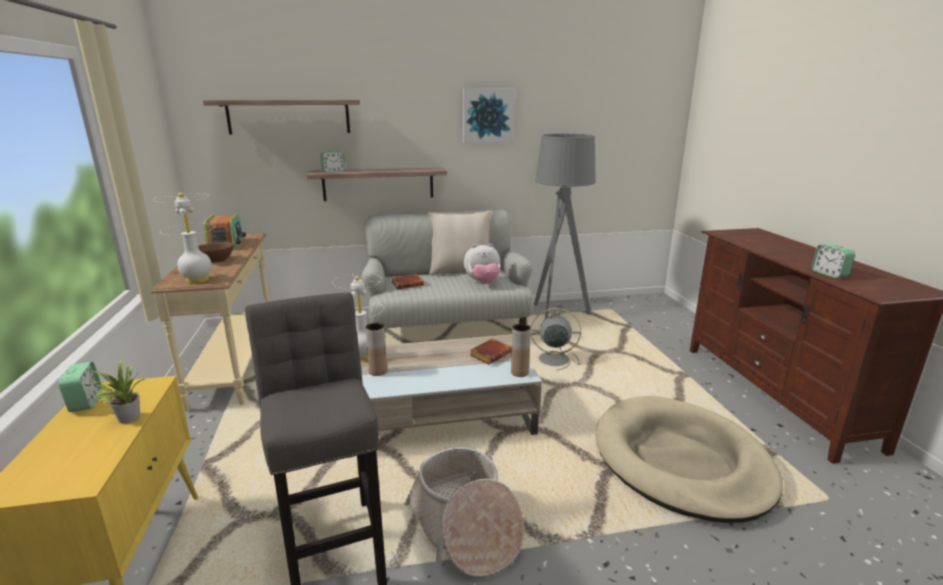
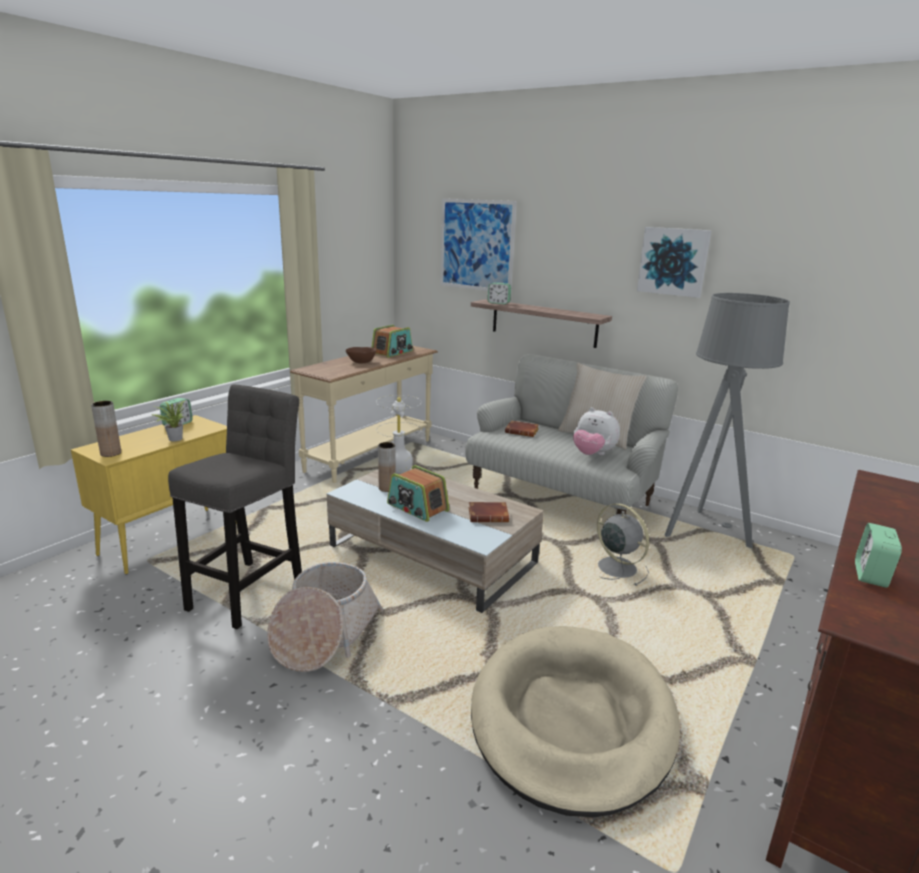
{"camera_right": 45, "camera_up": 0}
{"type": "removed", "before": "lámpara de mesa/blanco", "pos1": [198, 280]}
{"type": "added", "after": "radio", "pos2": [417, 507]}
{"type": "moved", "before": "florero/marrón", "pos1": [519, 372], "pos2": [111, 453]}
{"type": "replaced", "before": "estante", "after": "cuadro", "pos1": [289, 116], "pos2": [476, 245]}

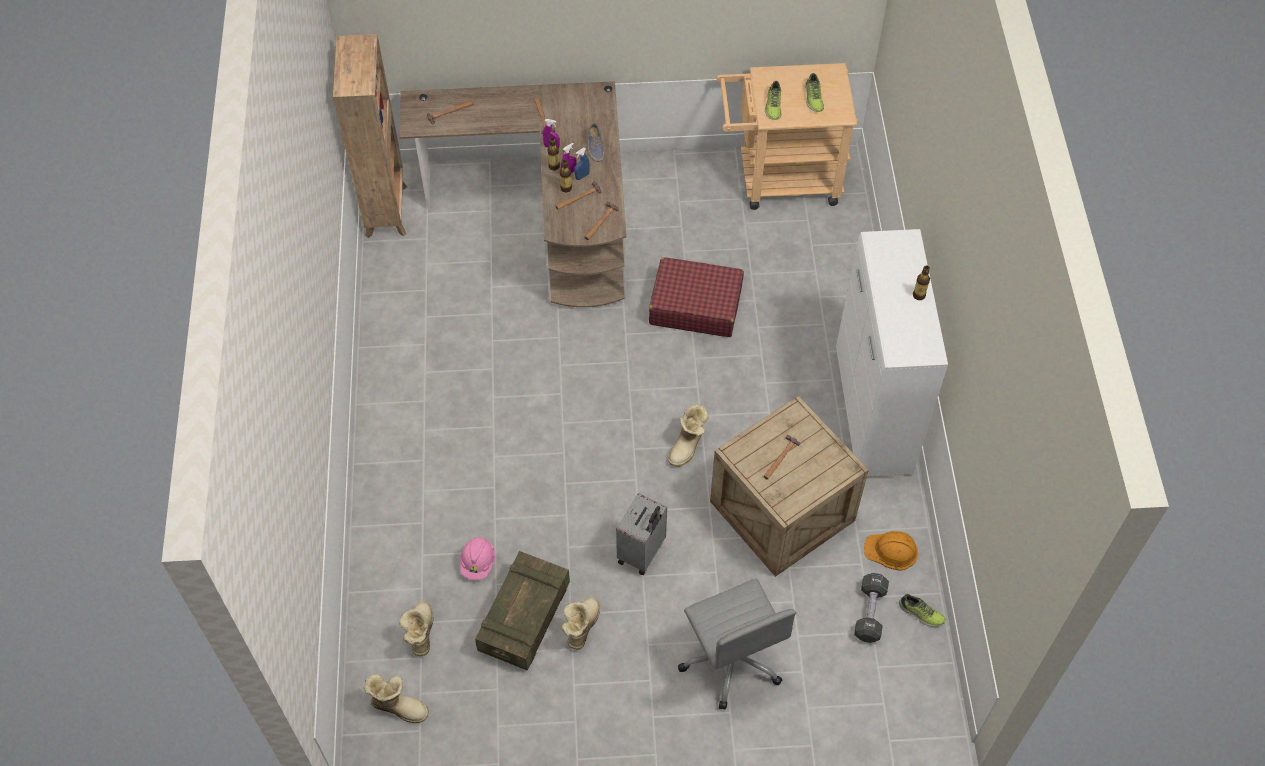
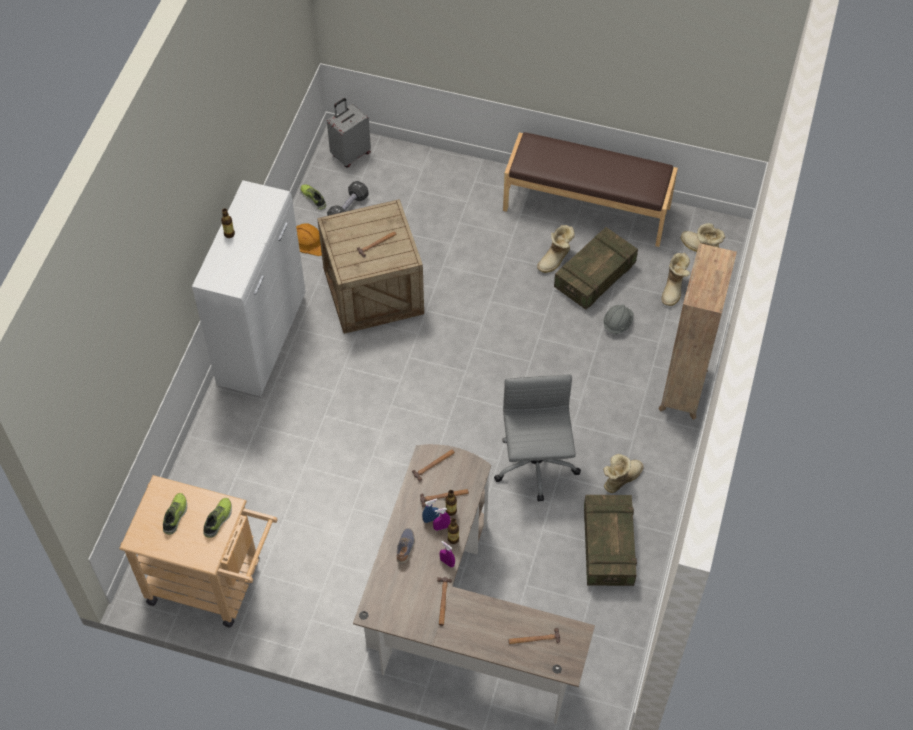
{"camera_right": -160, "camera_up": 0}
{"type": "removed", "before": "maleta/rojo", "pos1": [695, 305]}
{"type": "added", "after": "banco/marrón", "pos2": [587, 207]}
{"type": "added", "after": "caja de embalaje", "pos2": [608, 547]}
{"type": "moved", "before": "estantería/marrón", "pos1": [387, 209], "pos2": [682, 391]}
{"type": "moved", "before": "maleta/gris", "pos1": [642, 553], "pos2": [350, 154]}
{"type": "moved", "before": "bota", "pos1": [688, 446], "pos2": [620, 478]}
{"type": "moved", "before": "silla de oficina/gris", "pos1": [732, 659], "pos2": [535, 467]}
{"type": "recoloured", "before": "casco/rosa", "after": "casco/gris", "pos1": [478, 563], "pos2": [617, 323]}

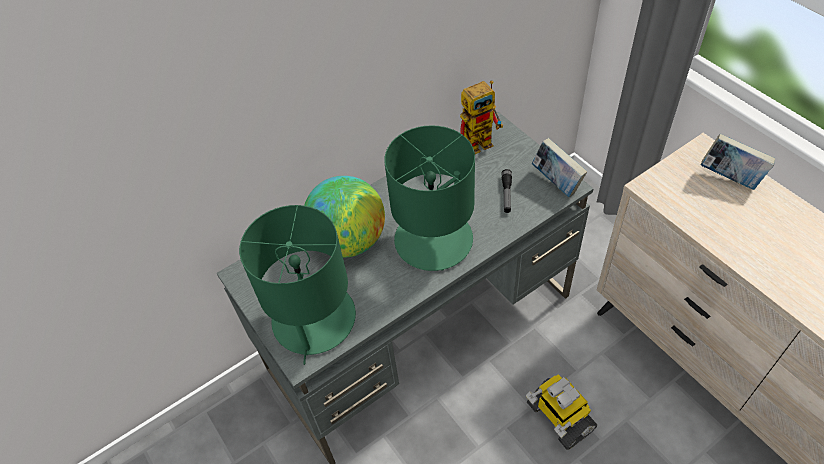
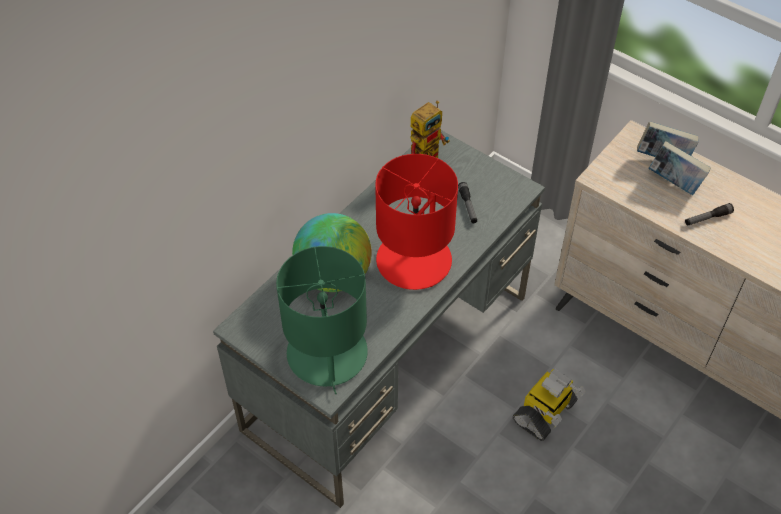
{"camera_right": -20, "camera_up": 0}
{"type": "added", "after": "linterna", "pos2": [707, 218]}
{"type": "moved", "before": "libro", "pos1": [556, 182], "pos2": [674, 183]}
{"type": "recoloured", "before": "lámpara de mesa/verde", "after": "lámpara de mesa/rojo", "pos1": [434, 239], "pos2": [414, 260]}
{"type": "turned", "before": "robot de juguete", "pos1": [559, 417], "pos2": [545, 413], "turn": -90}

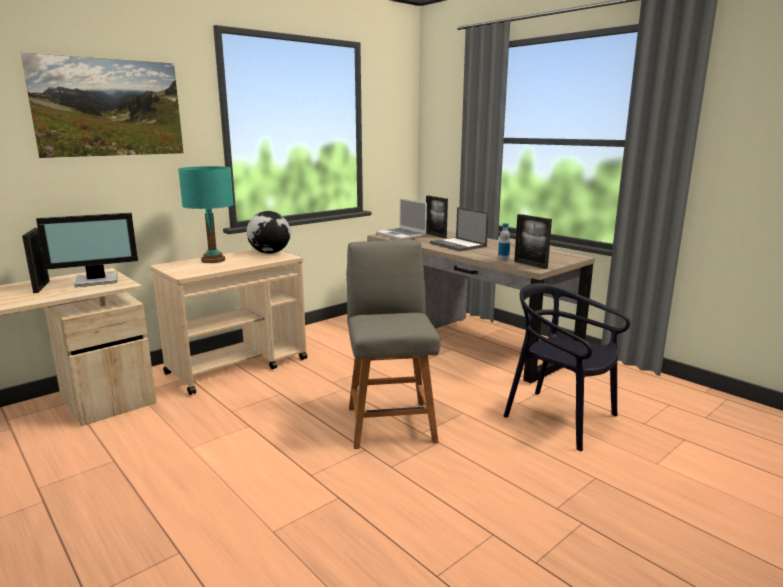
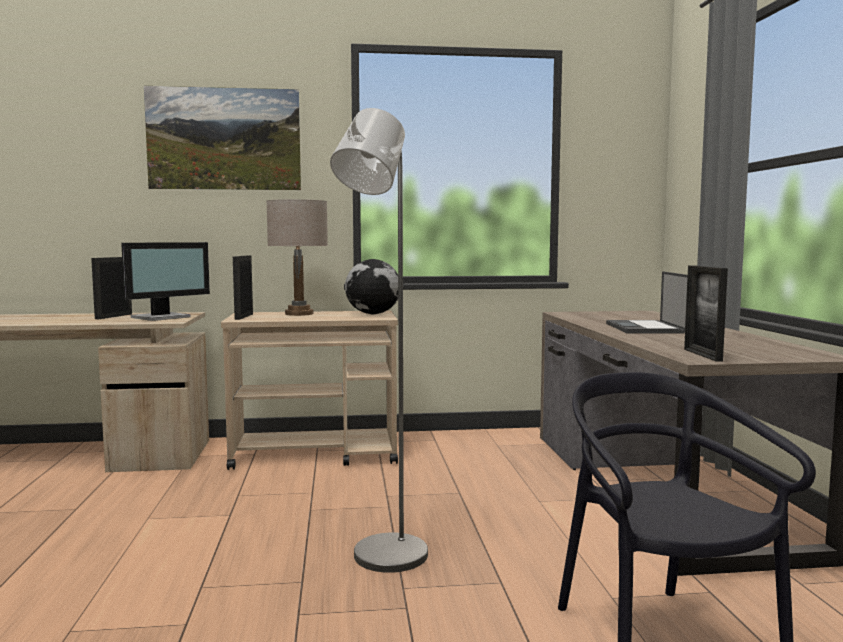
{"camera_right": 35, "camera_up": -10}
{"type": "removed", "before": "portátil", "pos1": [402, 235]}
{"type": "removed", "before": "botella", "pos1": [503, 259]}
{"type": "moved", "before": "portarretratos", "pos1": [435, 235], "pos2": [244, 316]}
{"type": "replaced", "before": "silla/gris", "after": "lámpara de pie/gris", "pos1": [390, 422], "pos2": [383, 561]}
{"type": "recoloured", "before": "lámpara de mesa/turquesa", "after": "lámpara de mesa/beis", "pos1": [213, 260], "pos2": [299, 314]}
{"type": "turned", "before": "monitor", "pos1": [97, 281], "pos2": [162, 317], "turn": -60}

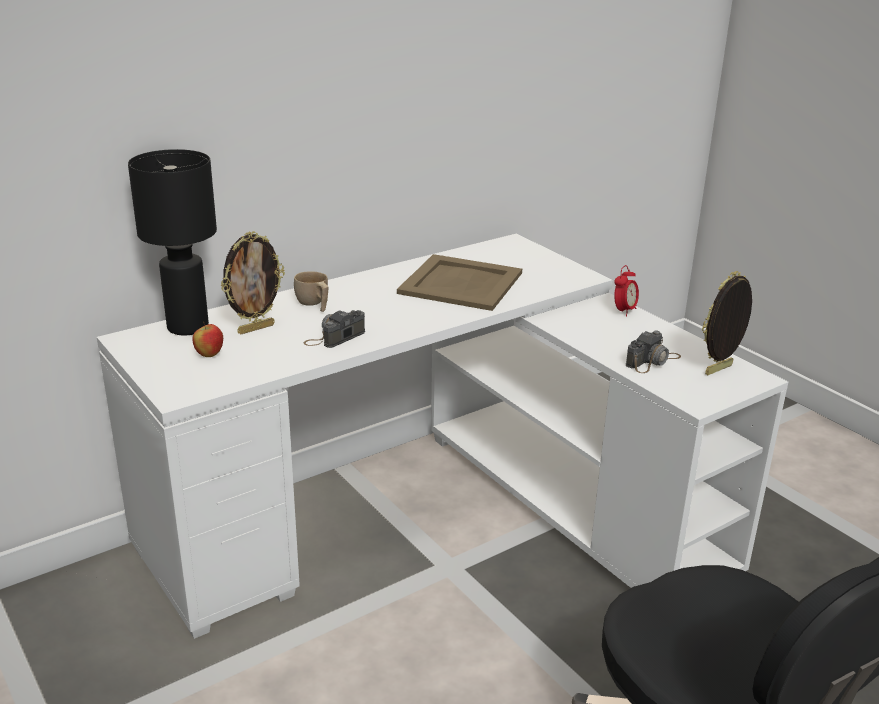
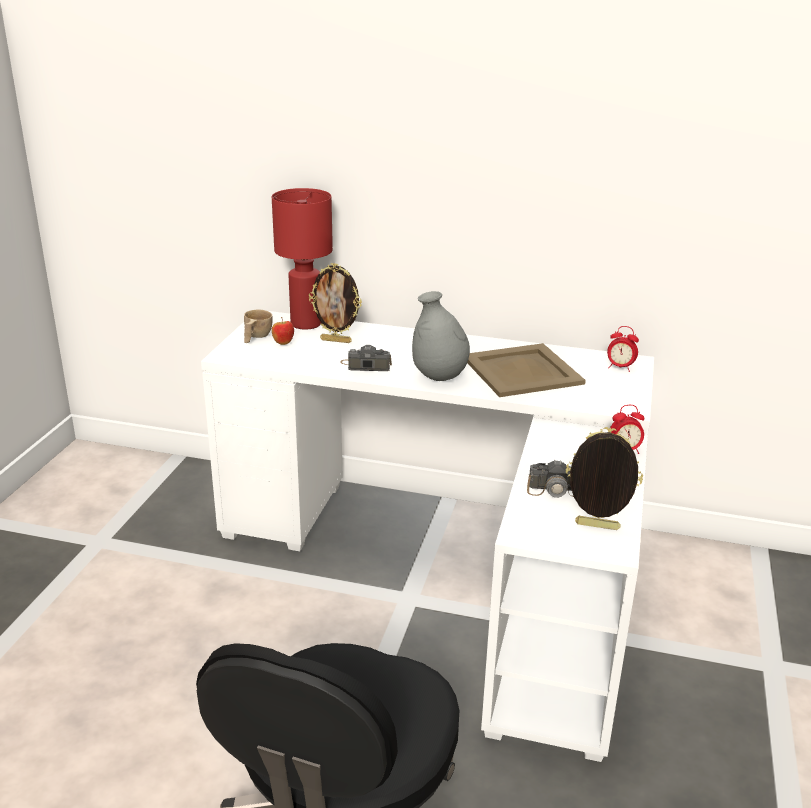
{"camera_right": 50, "camera_up": 0}
{"type": "added", "after": "florero/gris", "pos2": [439, 377]}
{"type": "added", "after": "despertador", "pos2": [620, 368]}
{"type": "moved", "before": "taza/beis", "pos1": [314, 305], "pos2": [255, 337]}
{"type": "recoloured", "before": "lámpara de mesa/negro", "after": "lámpara de mesa/rojo", "pos1": [189, 327], "pos2": [306, 324]}

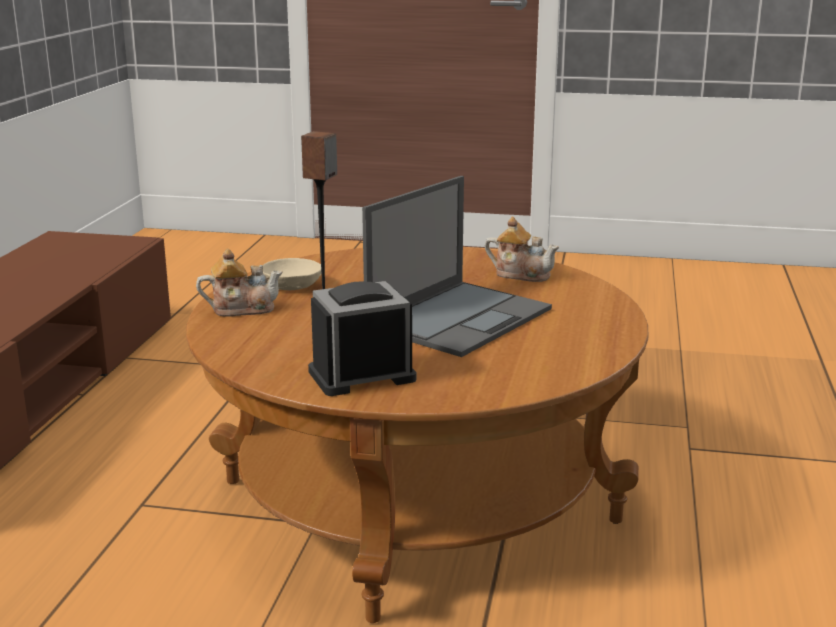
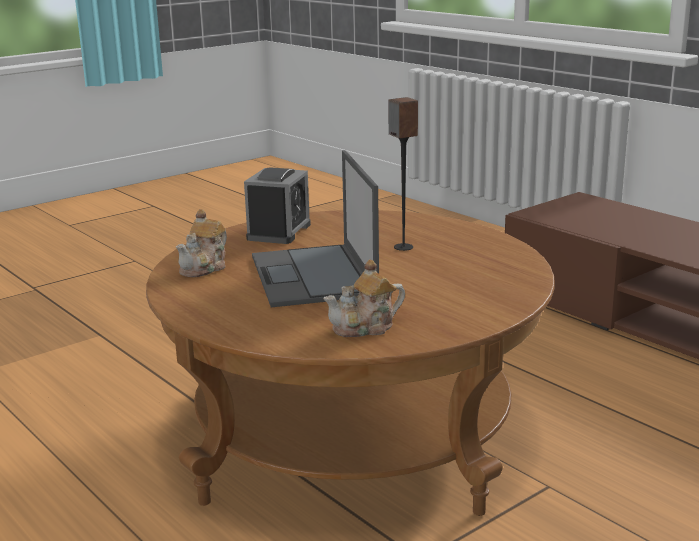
{"camera_right": 130, "camera_up": 0}
{"type": "removed", "before": "cuenco/beis", "pos1": [294, 285]}
{"type": "moved", "before": "tetera", "pos1": [241, 309], "pos2": [205, 268]}

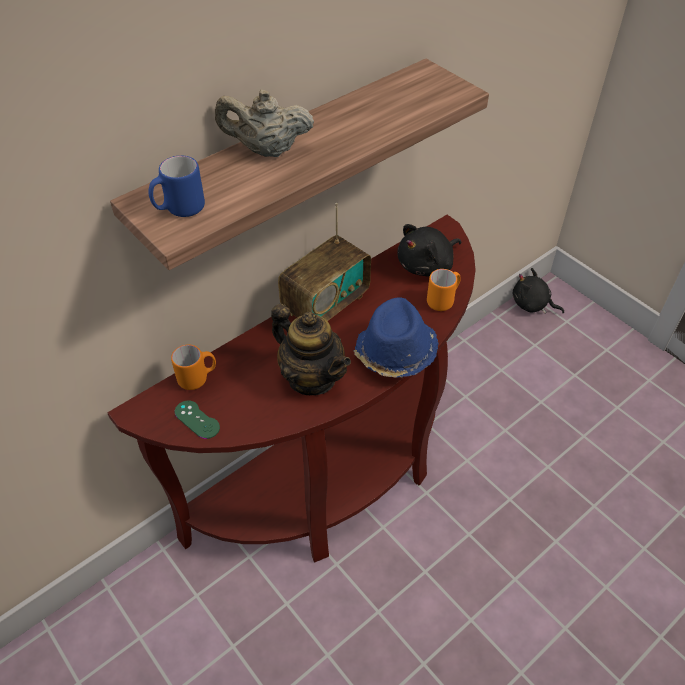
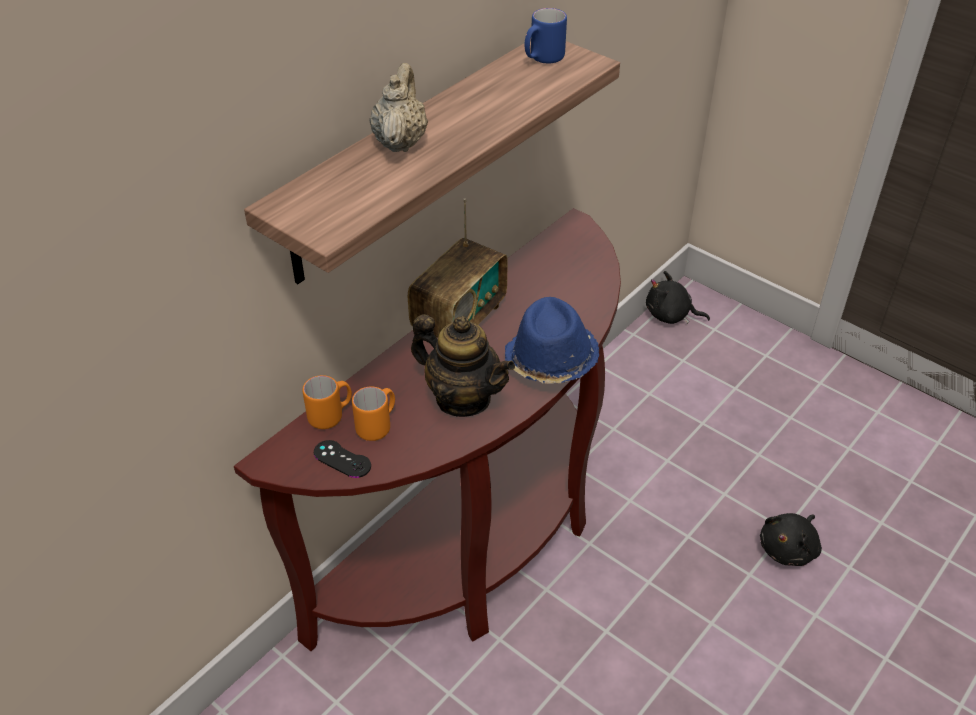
{"camera_right": -10, "camera_up": -5}
{"type": "moved", "before": "taza grande/azul", "pos1": [179, 209], "pos2": [542, 59]}
{"type": "moved", "before": "peluche/negro", "pos1": [427, 265], "pos2": [789, 549]}
{"type": "moved", "before": "taza grande/naranja", "pos1": [443, 300], "pos2": [378, 425]}
{"type": "recoloured", "before": "mando de consola/verde", "after": "mando de consola/negro", "pos1": [197, 419], "pos2": [342, 459]}
{"type": "turned", "before": "tetera/beis", "pos1": [267, 150], "pos2": [400, 141], "turn": 105}

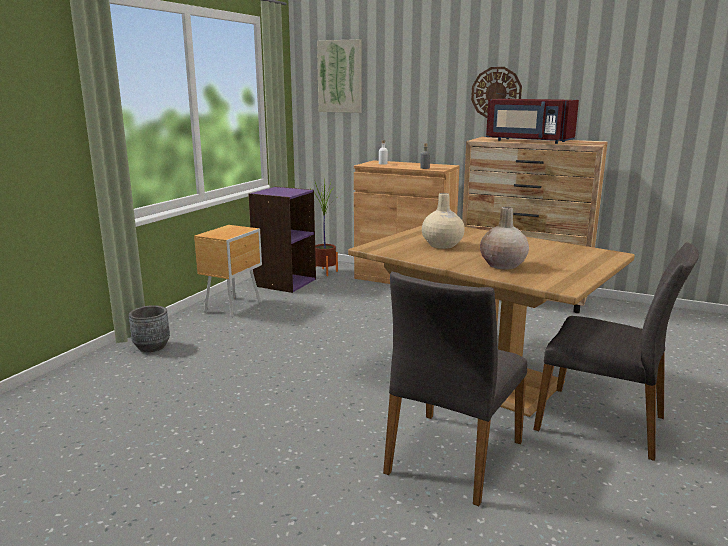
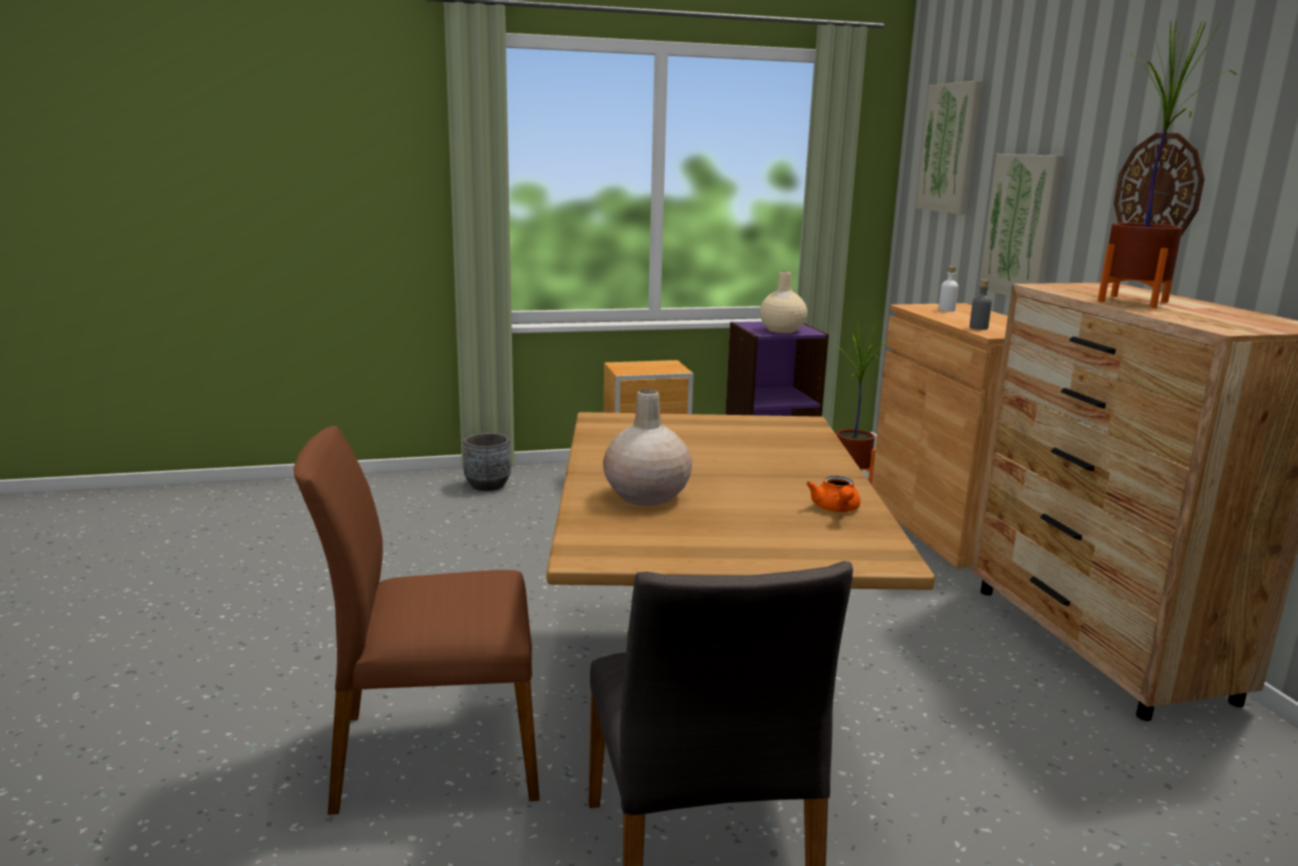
{"camera_right": 50, "camera_up": 0}
{"type": "added", "after": "tetera/naranja", "pos2": [836, 509]}
{"type": "added", "after": "cuadro", "pos2": [1022, 226]}
{"type": "moved", "before": "florero/beis", "pos1": [442, 245], "pos2": [781, 330]}
{"type": "replaced", "before": "microondas/rojo", "after": "planta en maceta", "pos1": [528, 141], "pos2": [1133, 302]}
{"type": "recoloured", "before": "silla/gris", "after": "silla/marrón", "pos1": [452, 457], "pos2": [435, 752]}

